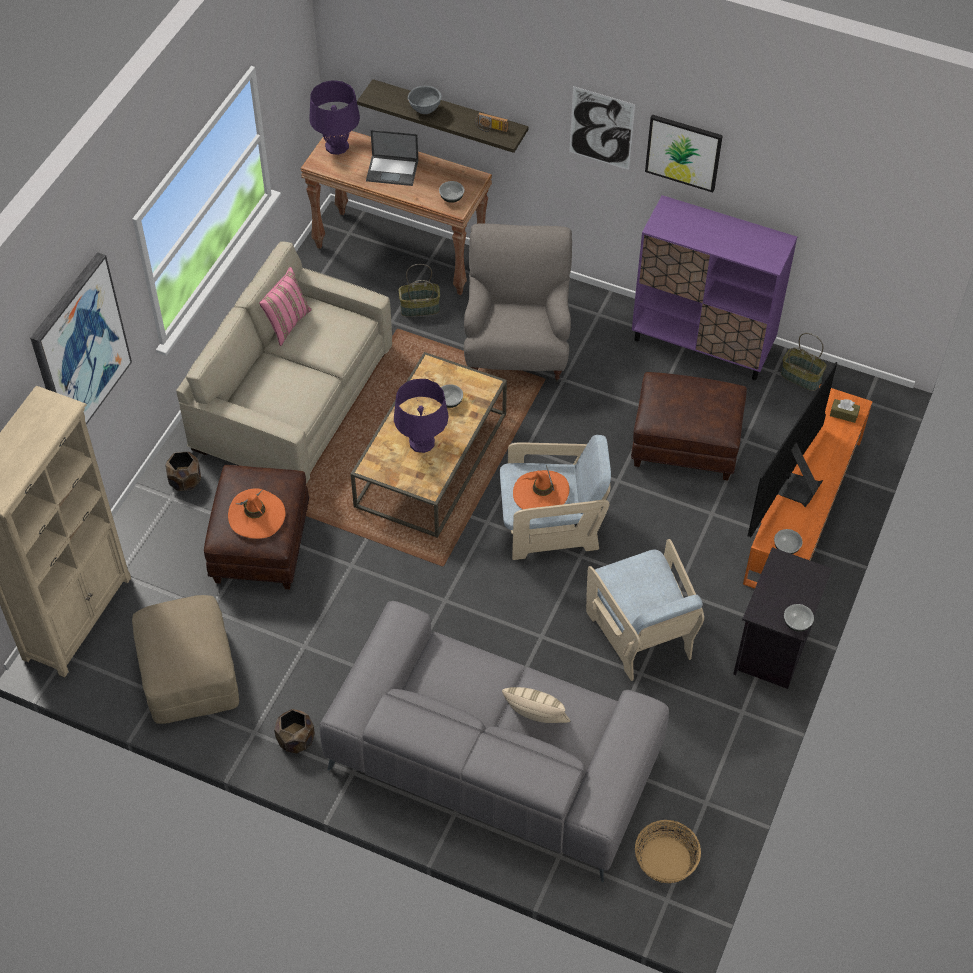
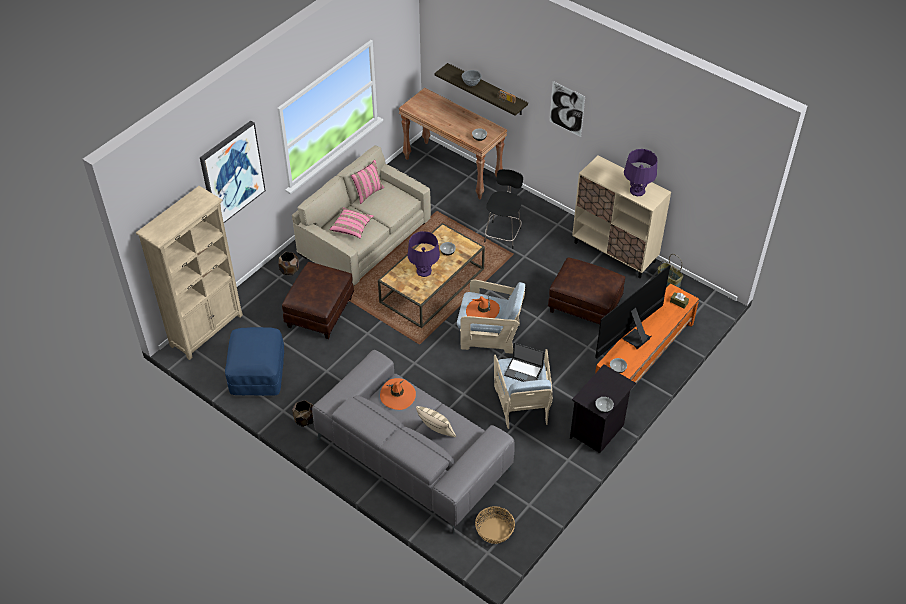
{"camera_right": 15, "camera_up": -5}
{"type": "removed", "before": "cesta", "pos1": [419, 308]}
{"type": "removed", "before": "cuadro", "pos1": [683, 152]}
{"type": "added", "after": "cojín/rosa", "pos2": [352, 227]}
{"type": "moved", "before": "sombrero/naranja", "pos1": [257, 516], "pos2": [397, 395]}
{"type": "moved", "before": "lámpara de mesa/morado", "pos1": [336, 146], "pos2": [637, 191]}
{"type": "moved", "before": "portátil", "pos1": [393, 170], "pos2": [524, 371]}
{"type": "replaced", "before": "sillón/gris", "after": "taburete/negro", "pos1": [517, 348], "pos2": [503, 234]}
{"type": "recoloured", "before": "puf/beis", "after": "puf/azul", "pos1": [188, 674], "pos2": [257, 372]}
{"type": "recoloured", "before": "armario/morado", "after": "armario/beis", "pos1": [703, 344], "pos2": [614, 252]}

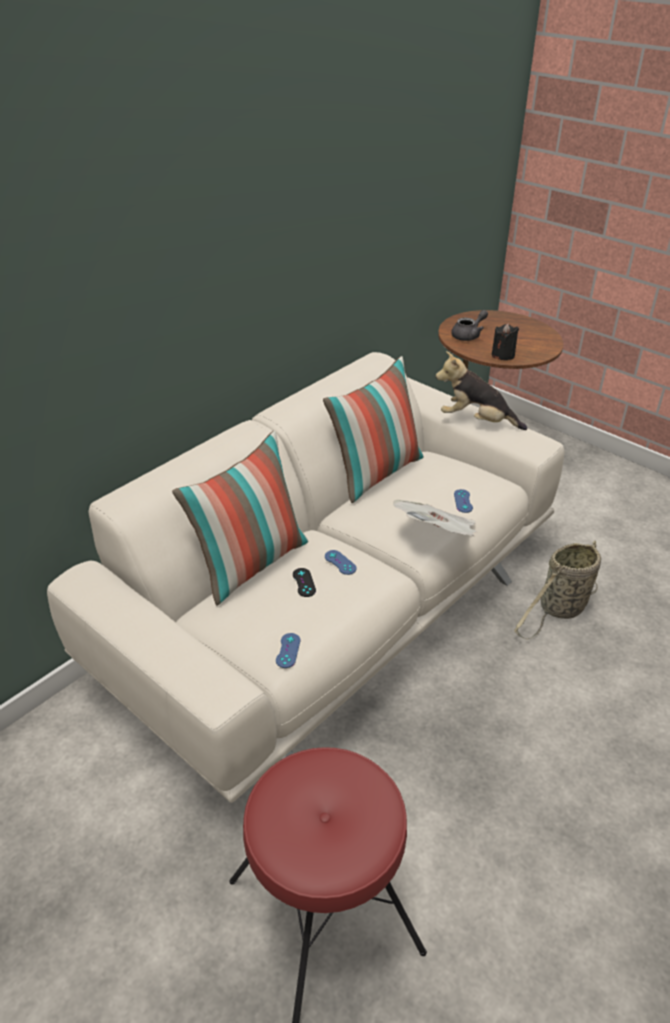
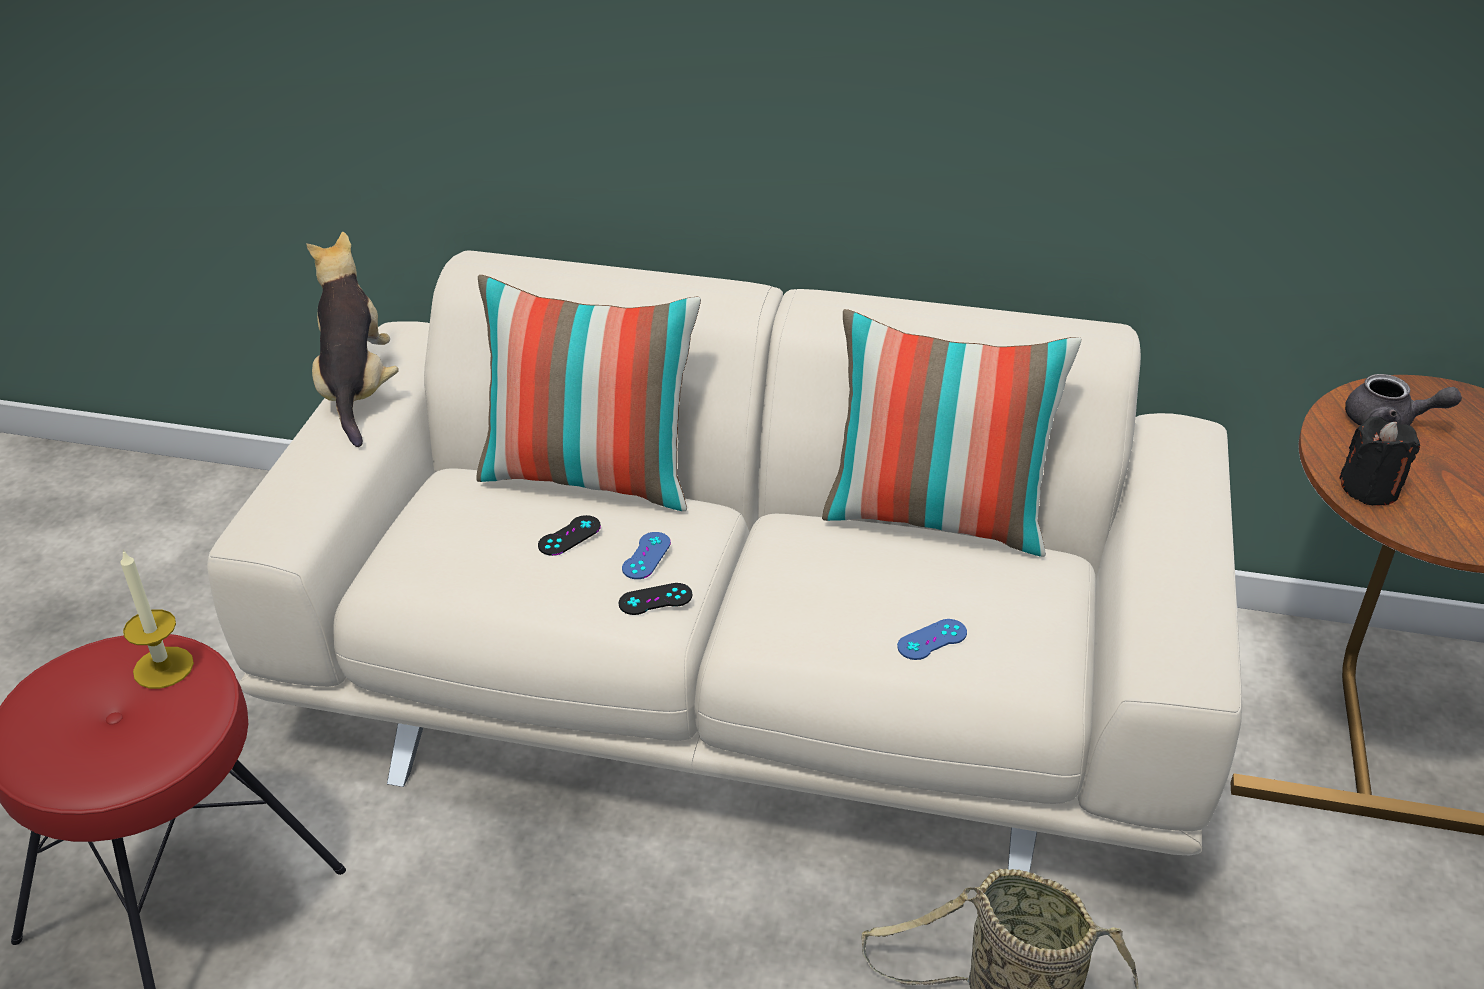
{"camera_right": 60, "camera_up": 0}
{"type": "removed", "before": "mando de consola/azul", "pos1": [288, 650]}
{"type": "removed", "before": "periódico", "pos1": [437, 535]}
{"type": "added", "after": "vela", "pos2": [163, 667]}
{"type": "added", "after": "mando de consola/negro", "pos2": [655, 599]}
{"type": "moved", "before": "peluche", "pos1": [476, 421], "pos2": [356, 390]}

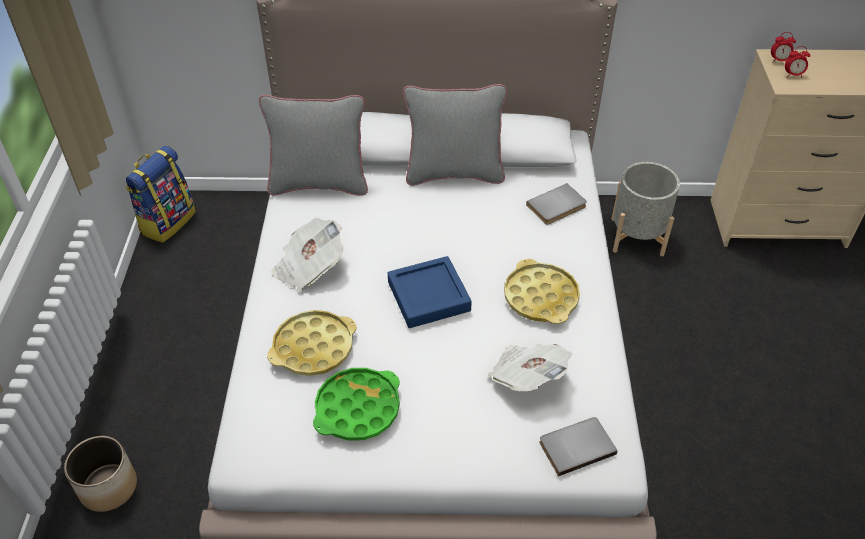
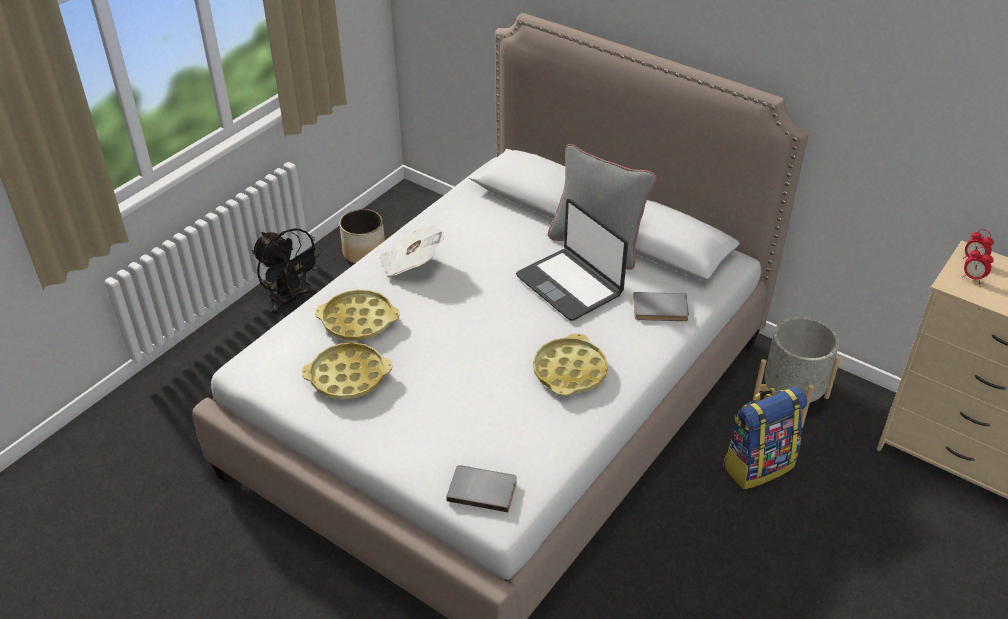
{"camera_right": 35, "camera_up": -5}
{"type": "removed", "before": "cojín/gris", "pos1": [319, 184]}
{"type": "removed", "before": "bandeja/azul", "pos1": [428, 296]}
{"type": "removed", "before": "periódico", "pos1": [527, 377]}
{"type": "added", "after": "ventilador/negro", "pos2": [290, 301]}
{"type": "added", "after": "portátil", "pos2": [570, 285]}
{"type": "moved", "before": "maceta", "pos1": [109, 487], "pos2": [365, 252]}
{"type": "moved", "before": "mochila", "pos1": [167, 221], "pos2": [757, 465]}
{"type": "recoloured", "before": "bandeja/verde", "after": "bandeja/amarillo", "pos1": [357, 408], "pos2": [348, 376]}

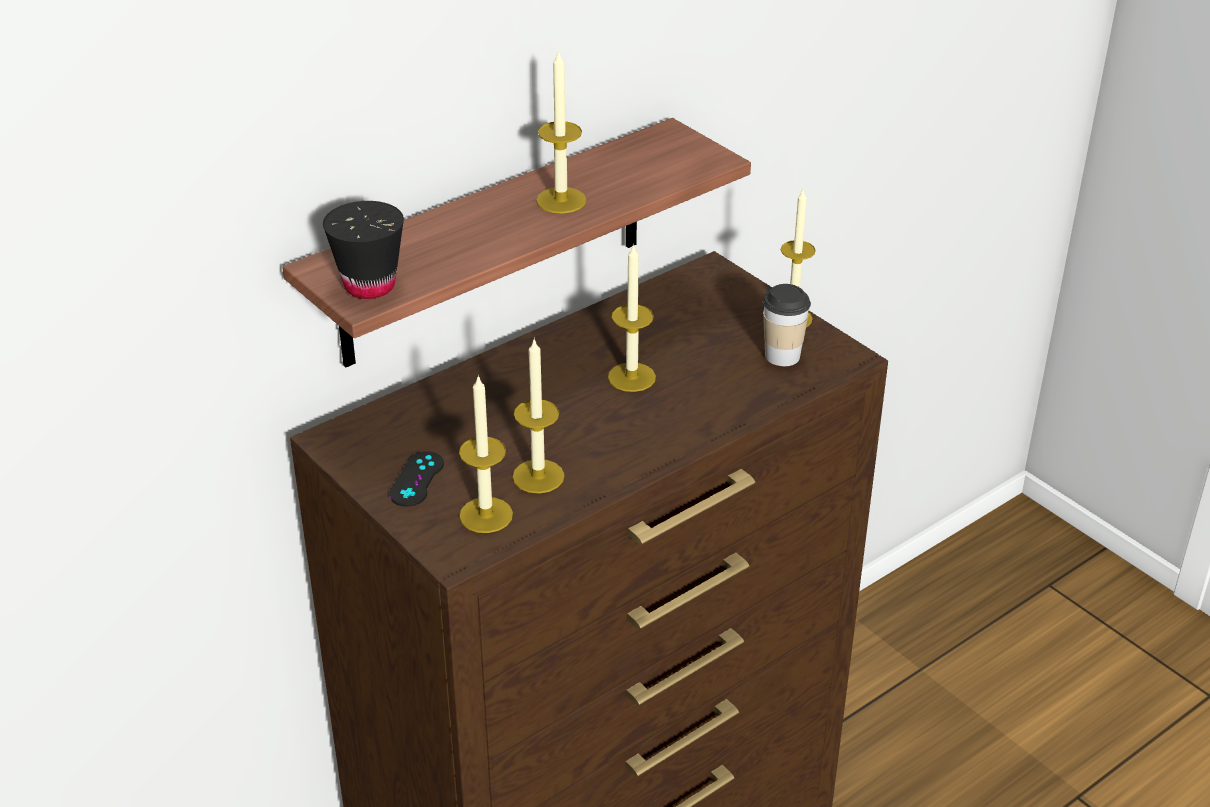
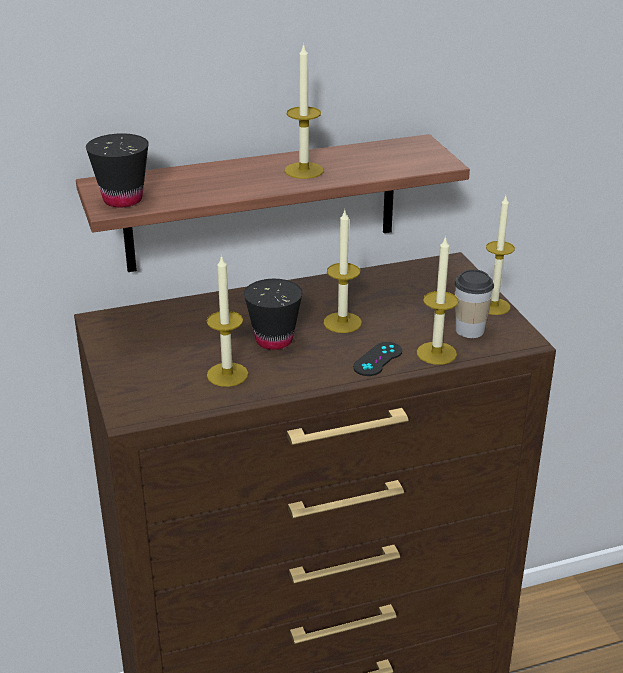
{"camera_right": 20, "camera_up": -5}
{"type": "added", "after": "taza/negro", "pos2": [274, 340]}
{"type": "moved", "before": "mando de consola/negro", "pos1": [417, 479], "pos2": [378, 359]}
{"type": "moved", "before": "vela", "pos1": [486, 515], "pos2": [436, 353]}

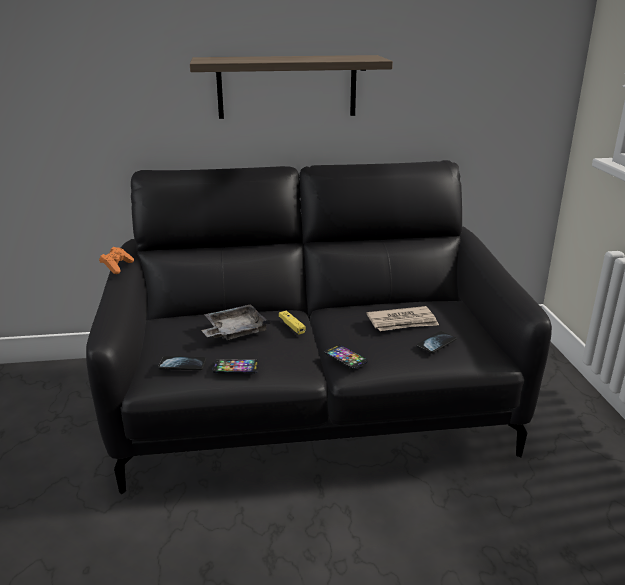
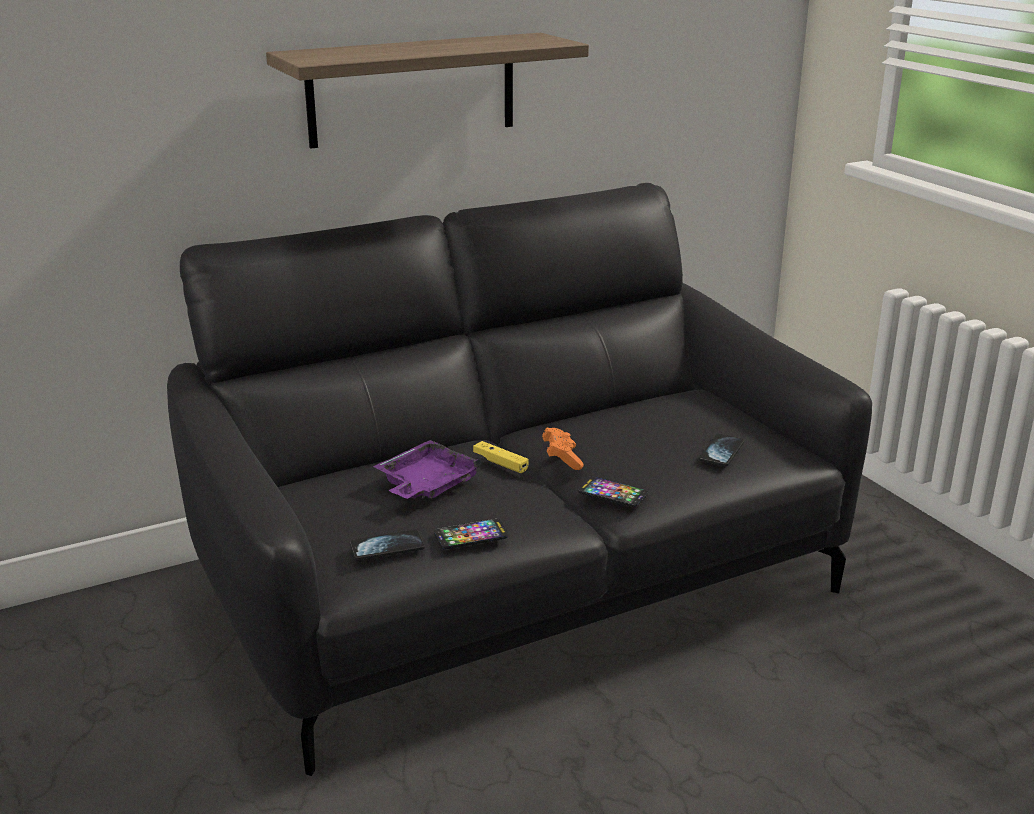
{"camera_right": -20, "camera_up": 0}
{"type": "removed", "before": "periódico", "pos1": [403, 322]}
{"type": "moved", "before": "mando de consola/naranja", "pos1": [117, 267], "pos2": [562, 459]}
{"type": "recoloured", "before": "bandeja/gris", "after": "bandeja/morado", "pos1": [235, 331], "pos2": [427, 485]}

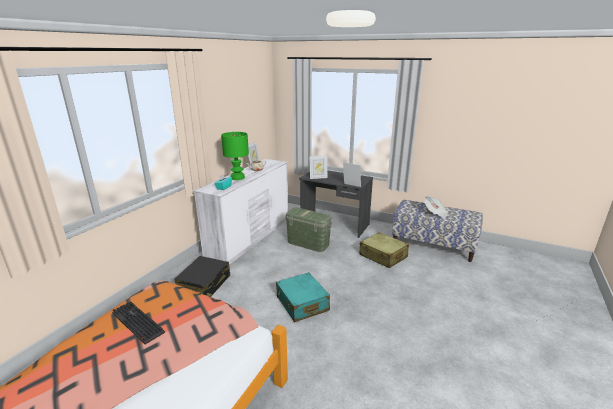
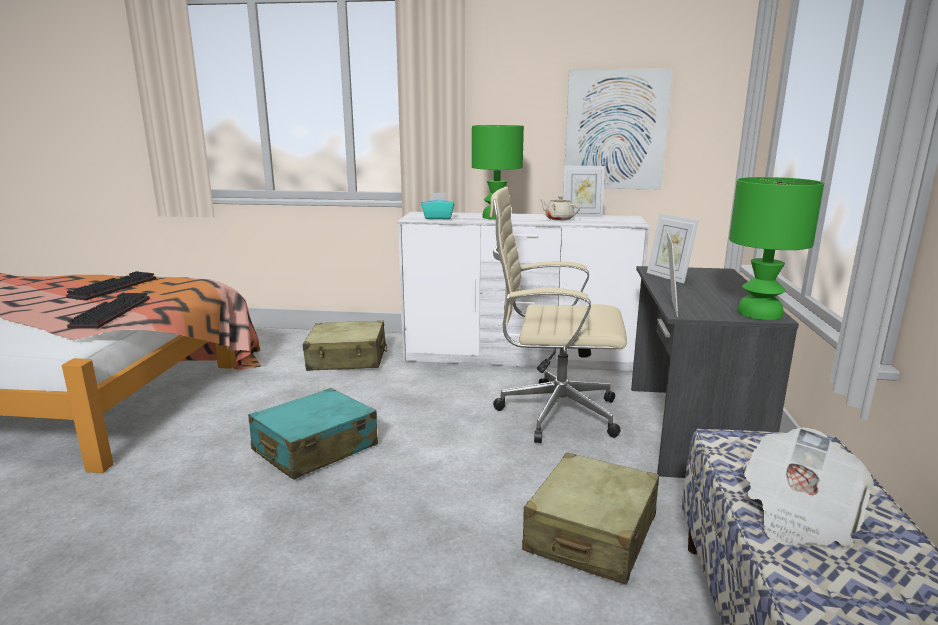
{"camera_right": 70, "camera_up": -5}
{"type": "added", "after": "teclado", "pos2": [110, 312]}
{"type": "added", "after": "cuadro", "pos2": [615, 130]}
{"type": "added", "after": "lámpara de mesa/verde", "pos2": [758, 313]}
{"type": "replaced", "before": "caja de almacenaje/verde", "after": "silla de oficina/beis", "pos1": [308, 243], "pos2": [552, 413]}
{"type": "recoloured", "before": "maleta/negro", "after": "maleta/beis", "pos1": [204, 284], "pos2": [347, 359]}

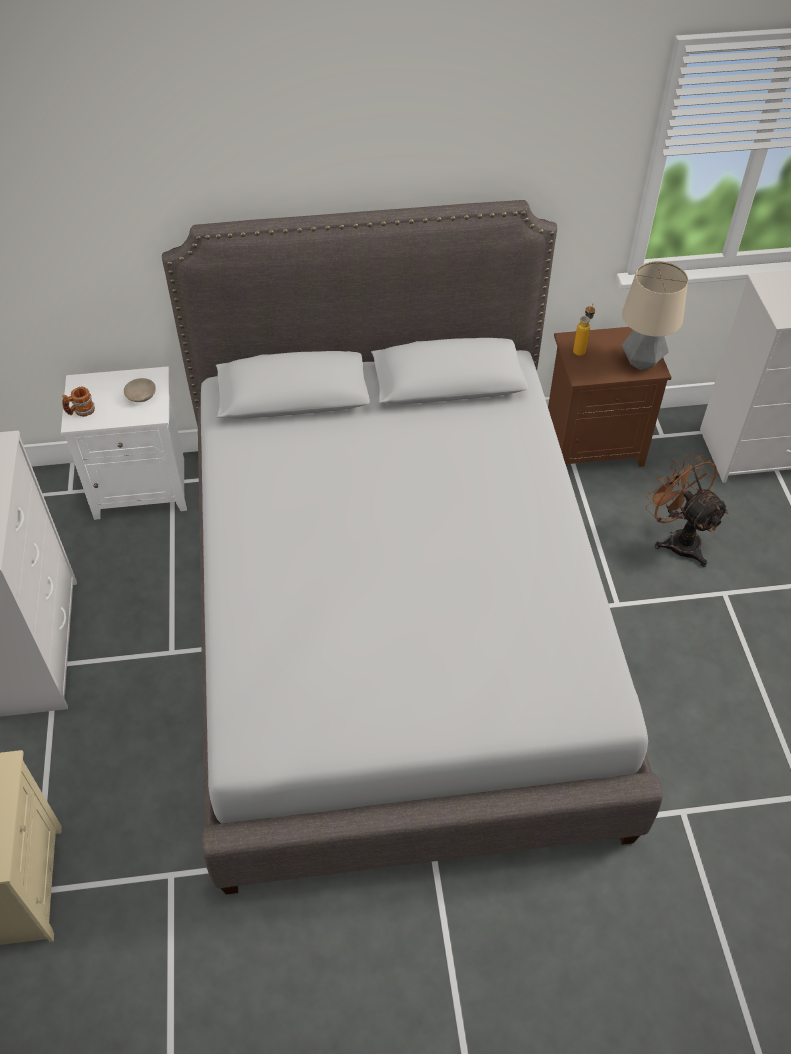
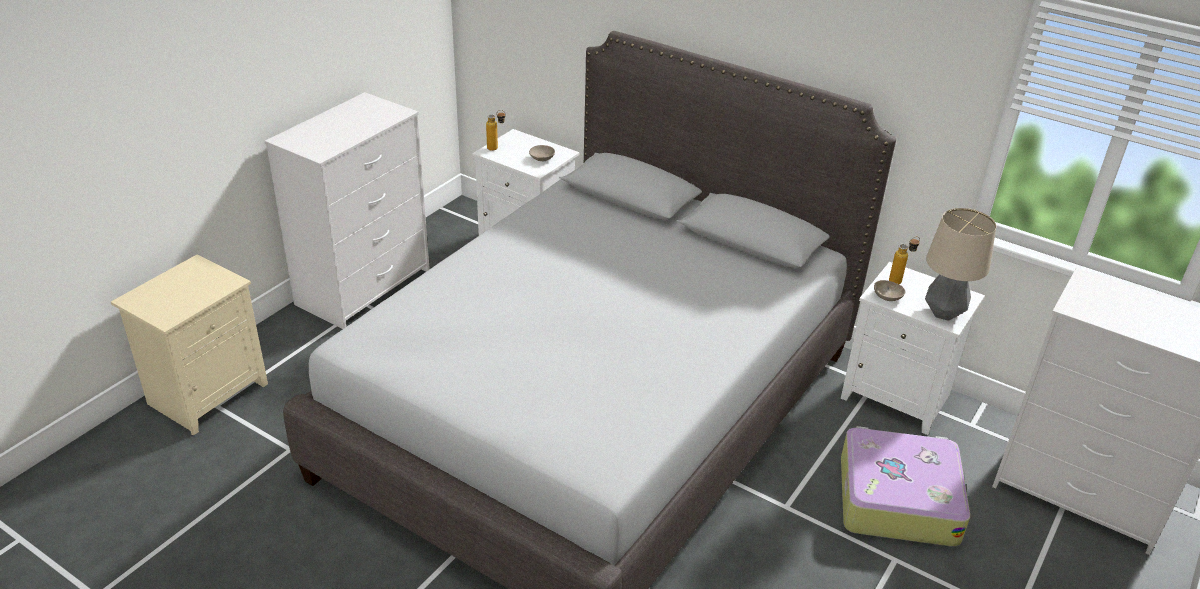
{"camera_right": 40, "camera_up": -15}
{"type": "added", "after": "cuenco/beis", "pos2": [886, 297]}
{"type": "replaced", "before": "taza grande", "after": "botella", "pos1": [80, 411], "pos2": [496, 149]}
{"type": "replaced", "before": "ventilador/marrón", "after": "maleta", "pos1": [677, 539], "pos2": [896, 498]}
{"type": "recoloured", "before": "mesita de noche/marrón", "after": "mesita de noche/blanco", "pos1": [594, 444], "pos2": [898, 397]}

